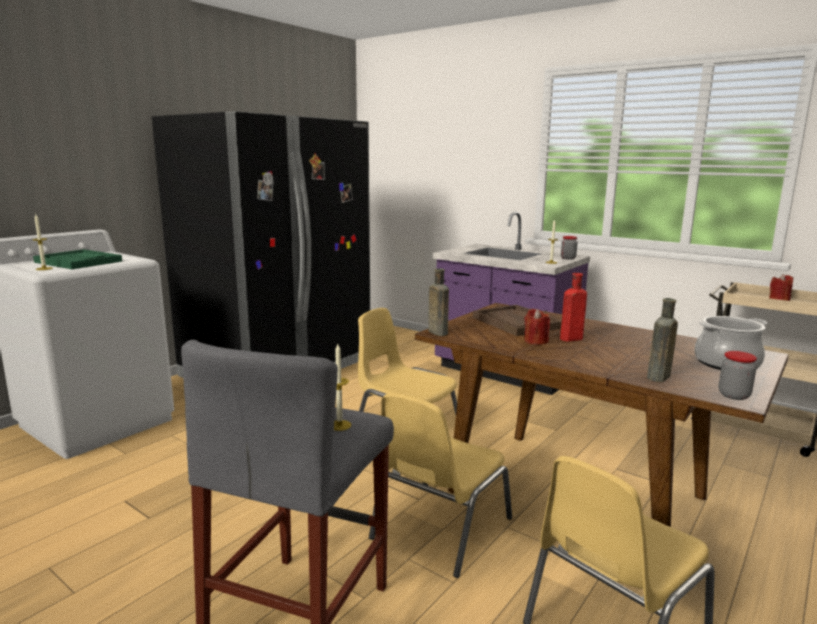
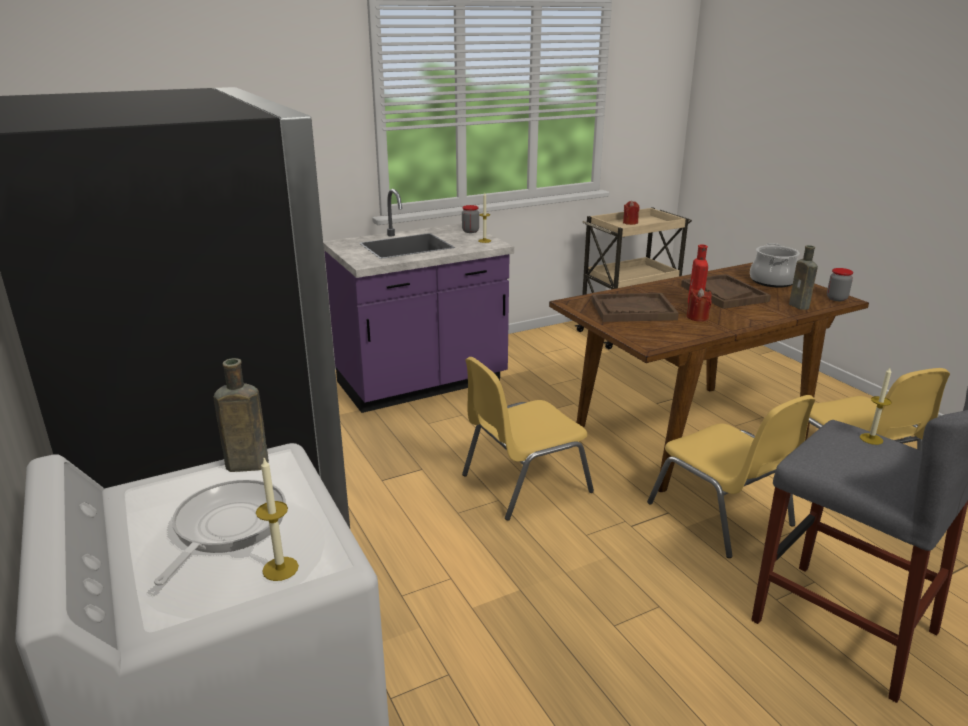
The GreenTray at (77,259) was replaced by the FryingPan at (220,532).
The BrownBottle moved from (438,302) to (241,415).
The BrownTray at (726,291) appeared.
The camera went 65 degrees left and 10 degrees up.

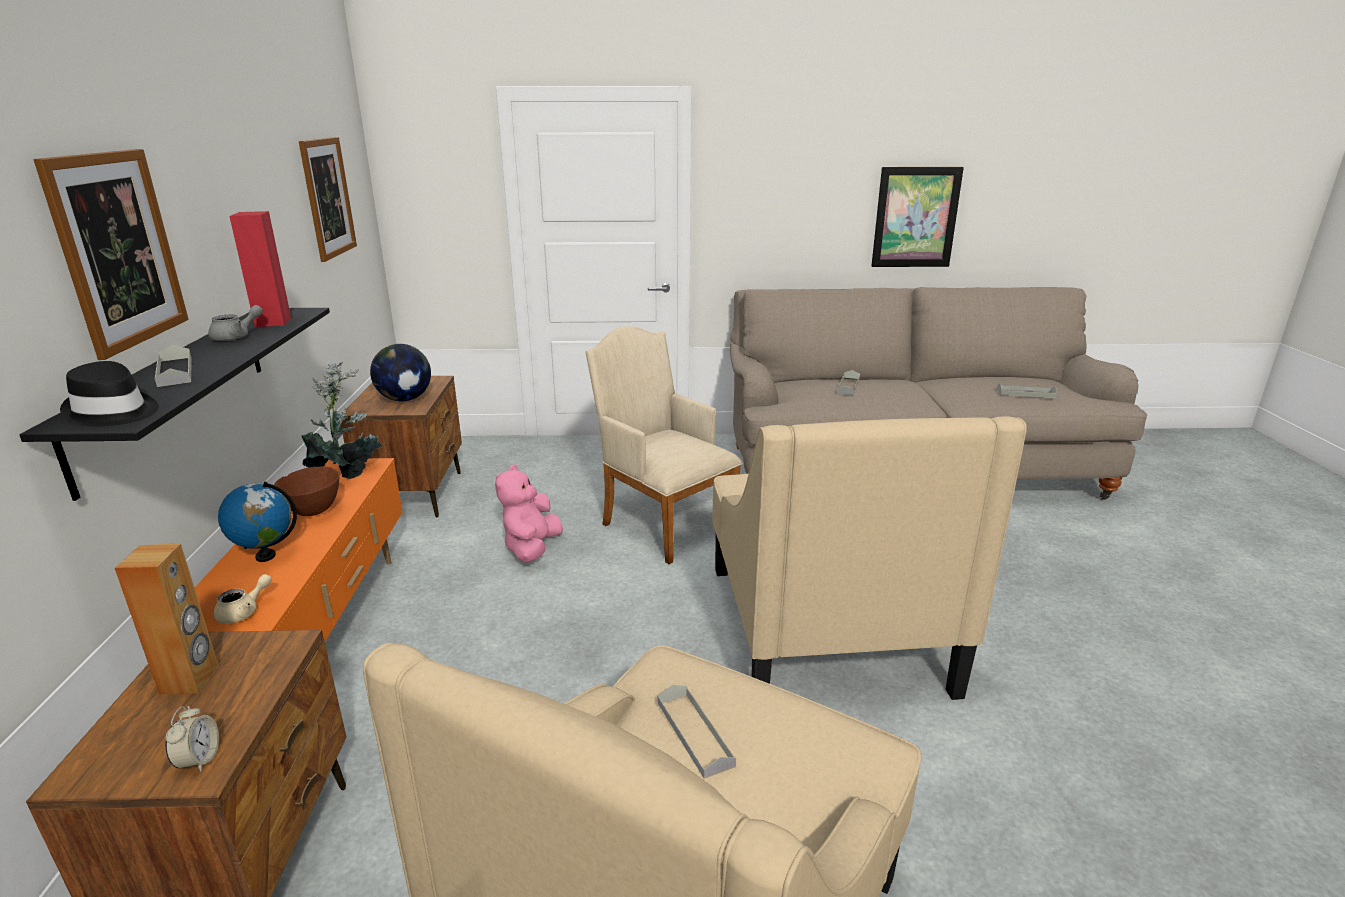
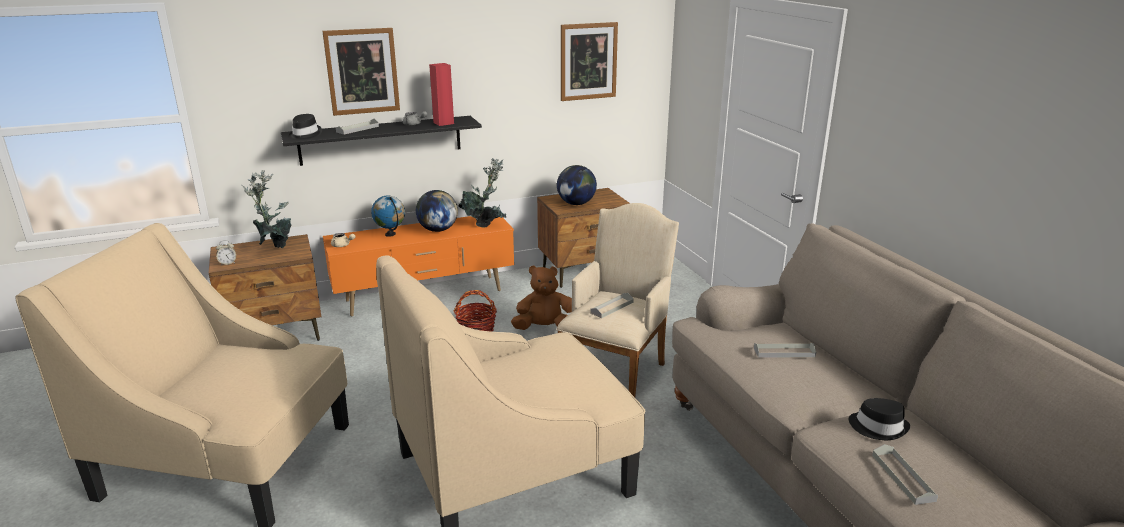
The BrownSpeaker at (166,619) was replaced by the PottedPlant at (266,209).
The BrownBowl at (306,491) was replaced by the Globe at (437,211).
The PinkPlushToy at (529,513) became the BrownPlushToy at (541,297).
The GreyTray moved from (697,732) to (612,305).
The Picture at (917,217) disappeared.
The Basket at (475,311) appeared.
The BlackHat at (879,419) appeared.
The camera went 70 degrees right and 0 degrees up.

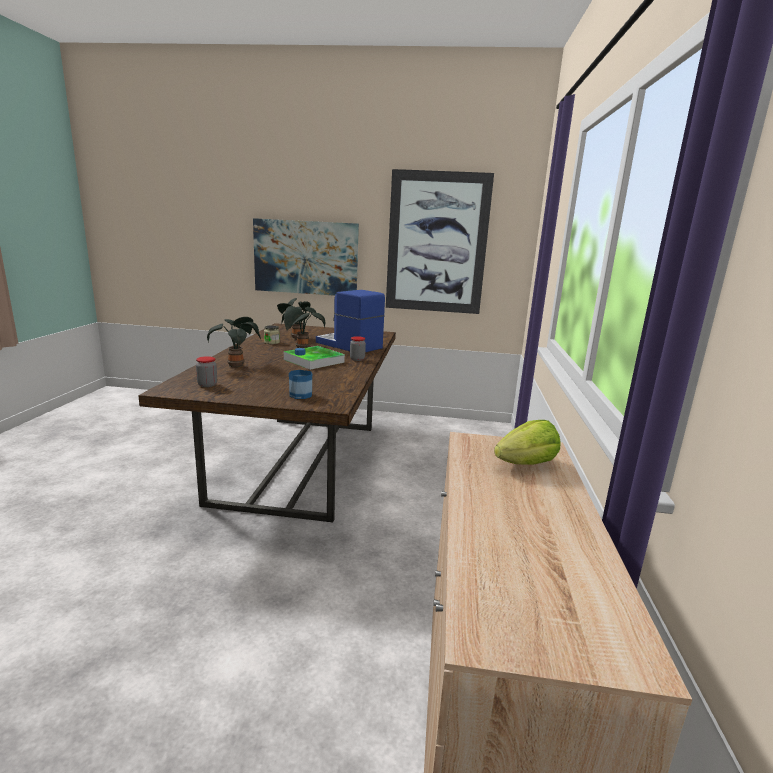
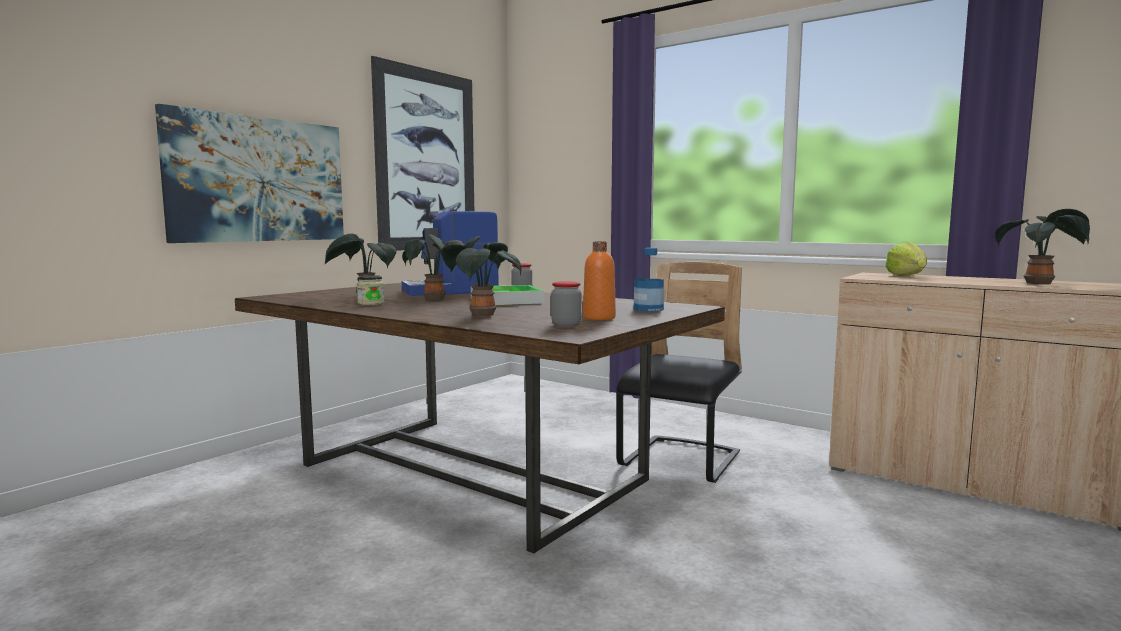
The OrangeBottle at (599,280) appeared.
The BlackChair at (679,372) appeared.
The PottedPlant at (1042,246) appeared.
The camera went 60 degrees left and 10 degrees down.

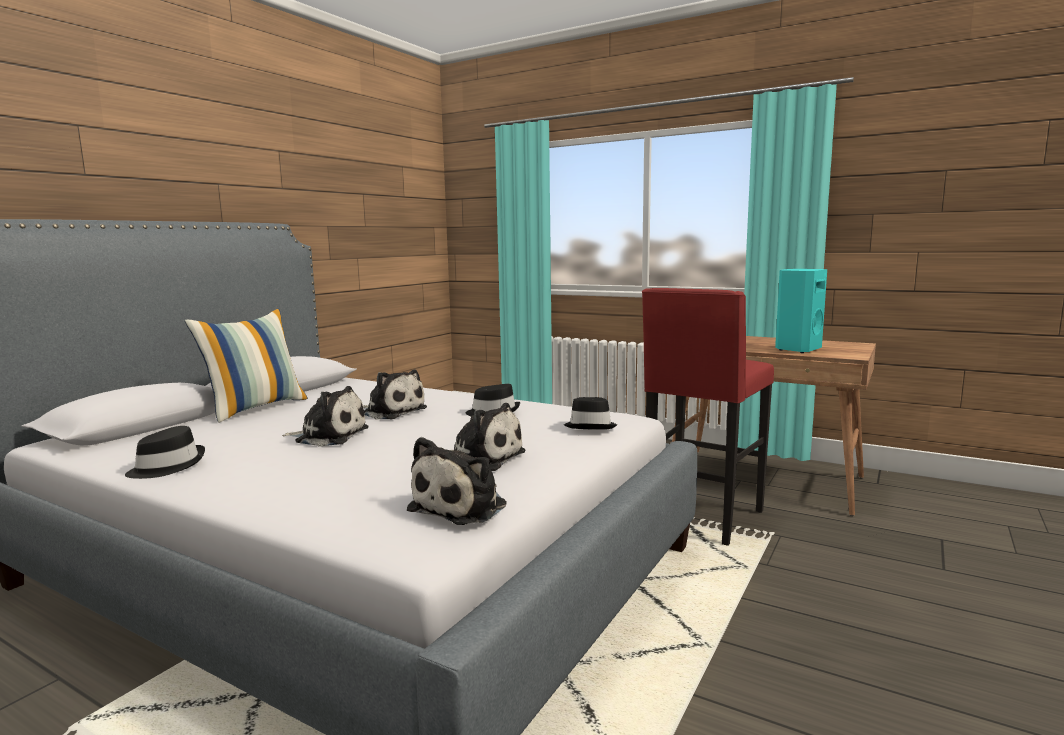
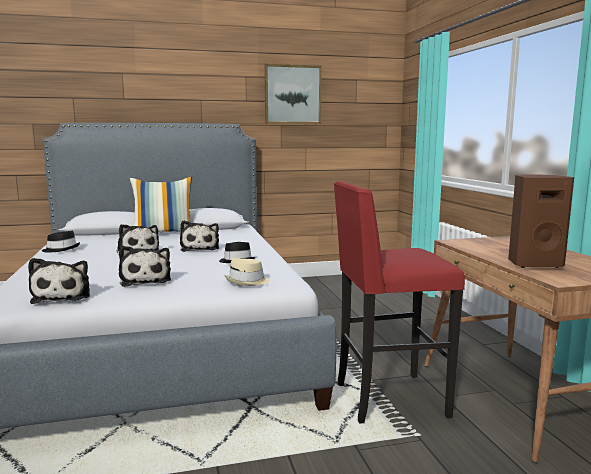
The PlushToy at (457,481) turned 90 degrees counterclockwise.
The BlackHat at (590,413) became the BeigeHat at (247,272).
The TurquoiseSpeaker at (801,311) became the BrownSpeaker at (541,221).
The Picture at (293,94) appeared.
The camera went 45 degrees right and 0 degrees up.

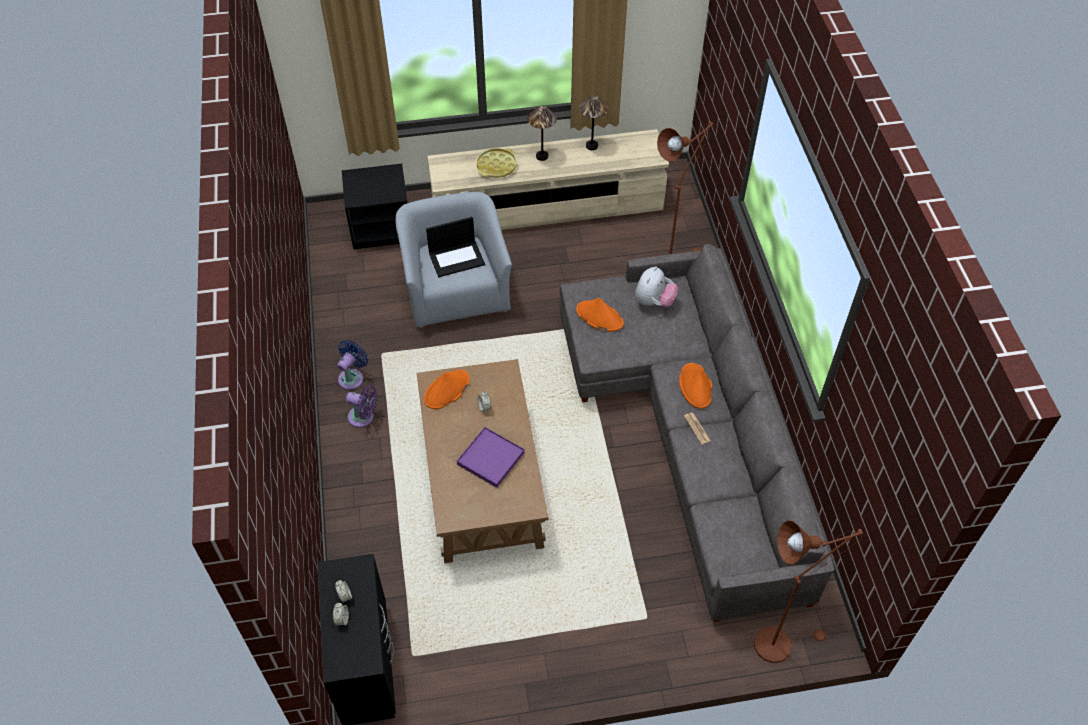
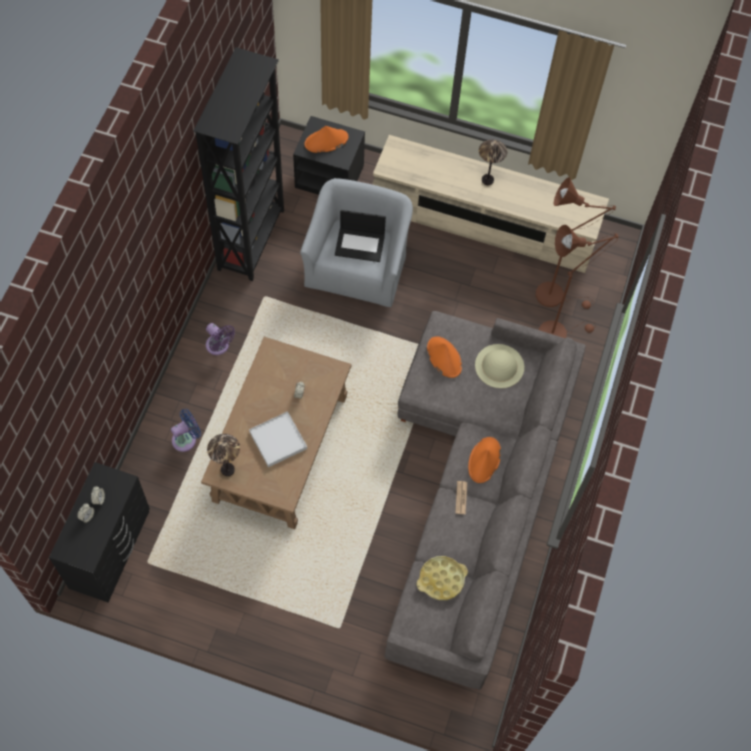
The BlueFan moved from (352,365) to (186,430).
The OrangeHat moved from (447,389) to (326,139).
The PurpleTray at (490,457) became the WhiteTray at (278,439).
The YellowTray moved from (497,163) to (442,578).
The TableLamp moved from (593,122) to (223,455).
The PlushToy at (656,287) was replaced by the BeigeHat at (499,366).
The BrownFloorLamp moved from (808,592) to (576,243).
The BlackBookcase at (238,164) appeared.
The camera went 25 degrees right and 10 degrees up.

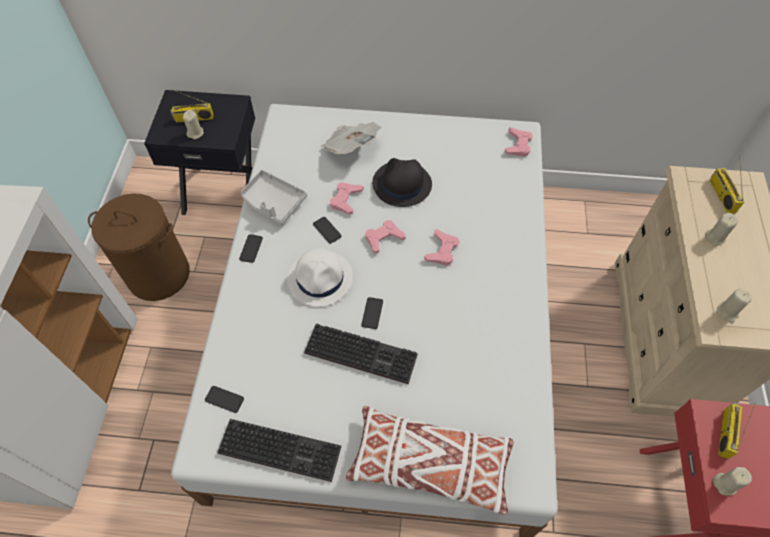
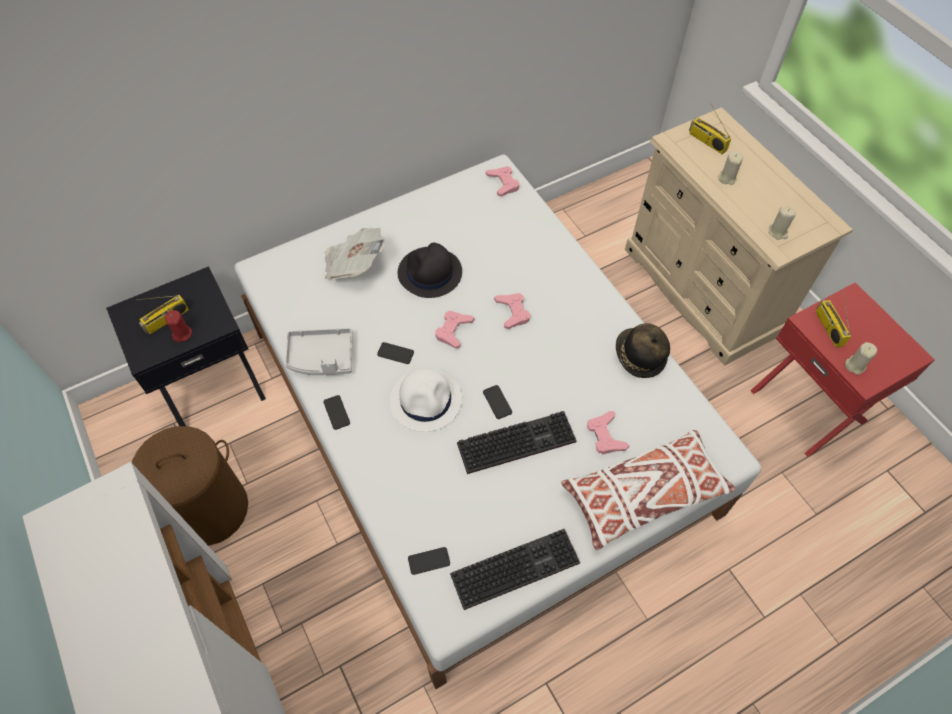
The BeigeCandle at (193,124) became the RedCandle at (178,326).
The PinkGameController moved from (347,198) to (608,433).
The Hat at (643,350) appeared.
The camera went 35 degrees left and 0 degrees up.

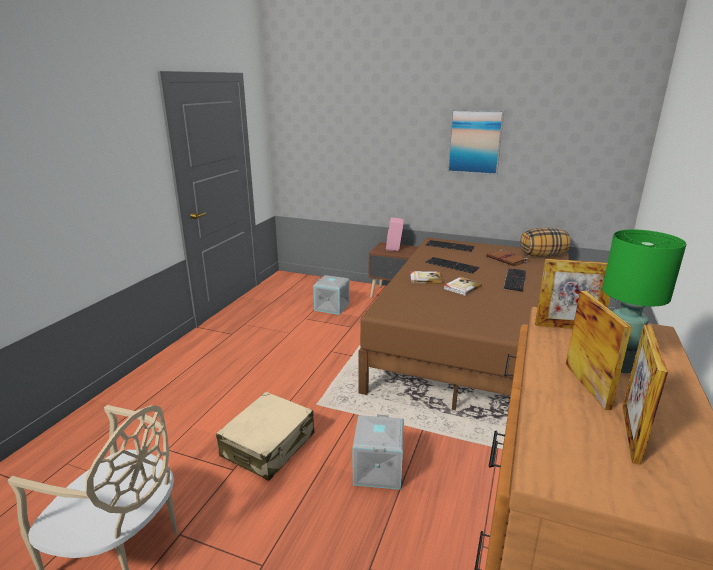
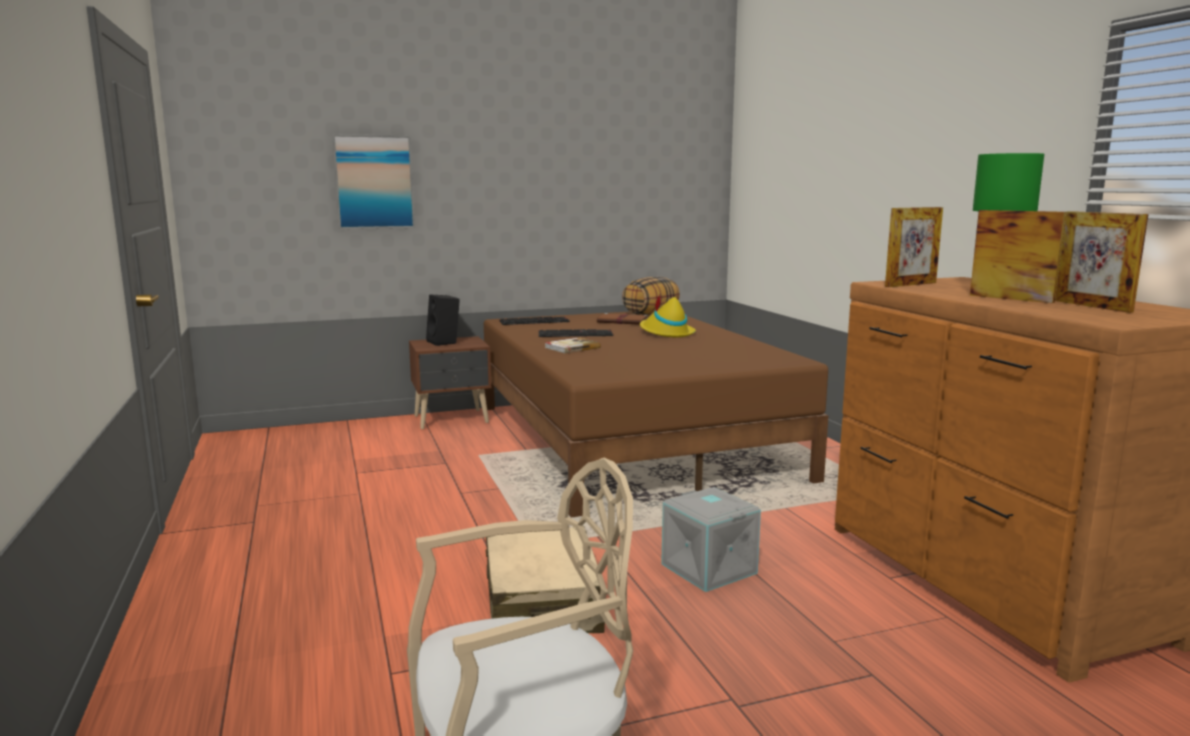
The GreyStorageBox at (331,295) disappeared.
The PinkSpeaker at (395,234) became the BlackSpeaker at (443,320).
The Book at (463,286) disappeared.
The Picture moved from (475,142) to (373,181).
The Keyboard at (515,280) was replaced by the YellowHat at (668,315).
The camera went 40 degrees left and 10 degrees down.

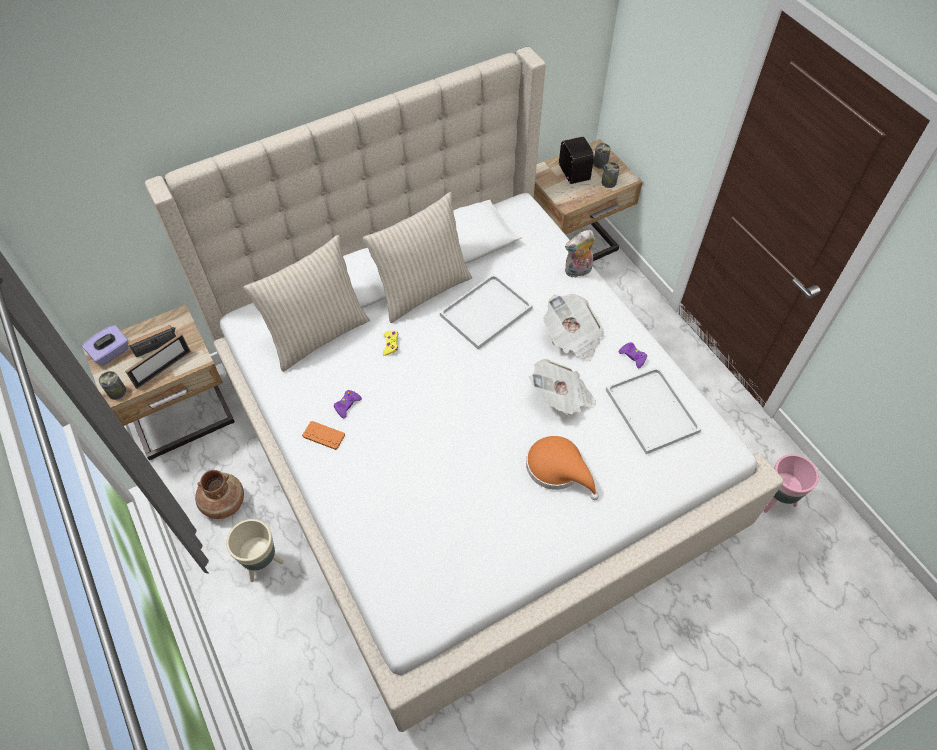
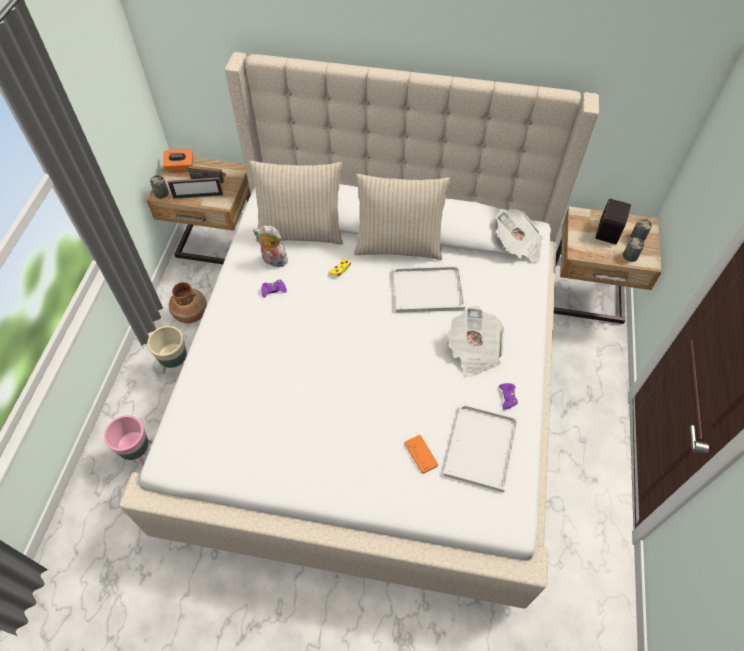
The PurpleTissueBox at (105,345) became the OrangeTissueBox at (178,161).
The OrangeGameController moved from (323,435) to (421,454).
The OrangeHat at (562,467) disappeared.
The Newspaper moved from (563,387) to (520,235).
The PlushToy moved from (580,254) to (270,246).
The PinkPlanter moved from (791,483) to (128,441).
The camera went 40 degrees right and 0 degrees up.

